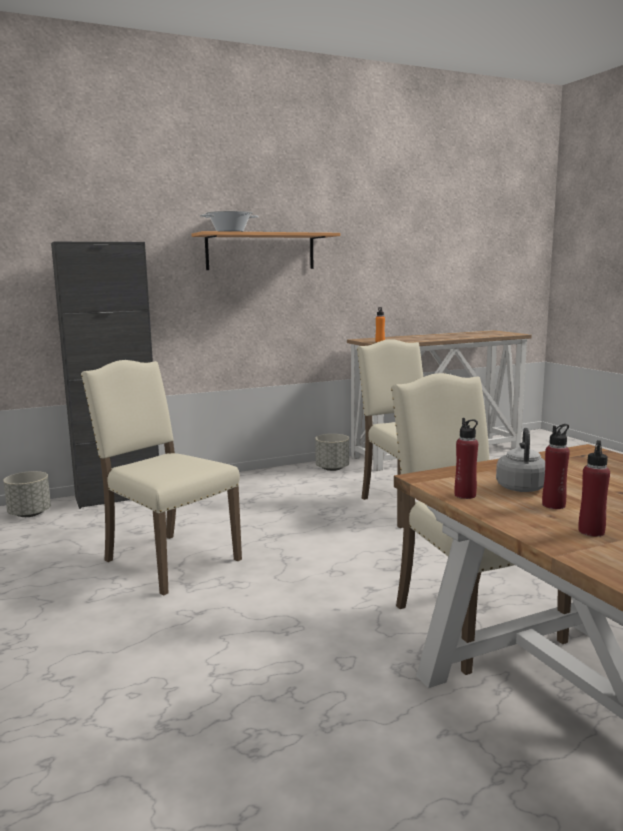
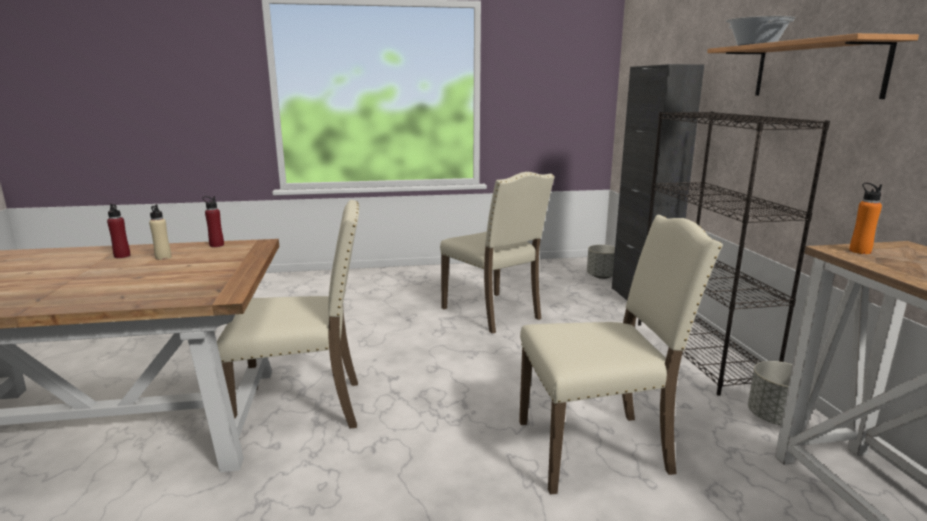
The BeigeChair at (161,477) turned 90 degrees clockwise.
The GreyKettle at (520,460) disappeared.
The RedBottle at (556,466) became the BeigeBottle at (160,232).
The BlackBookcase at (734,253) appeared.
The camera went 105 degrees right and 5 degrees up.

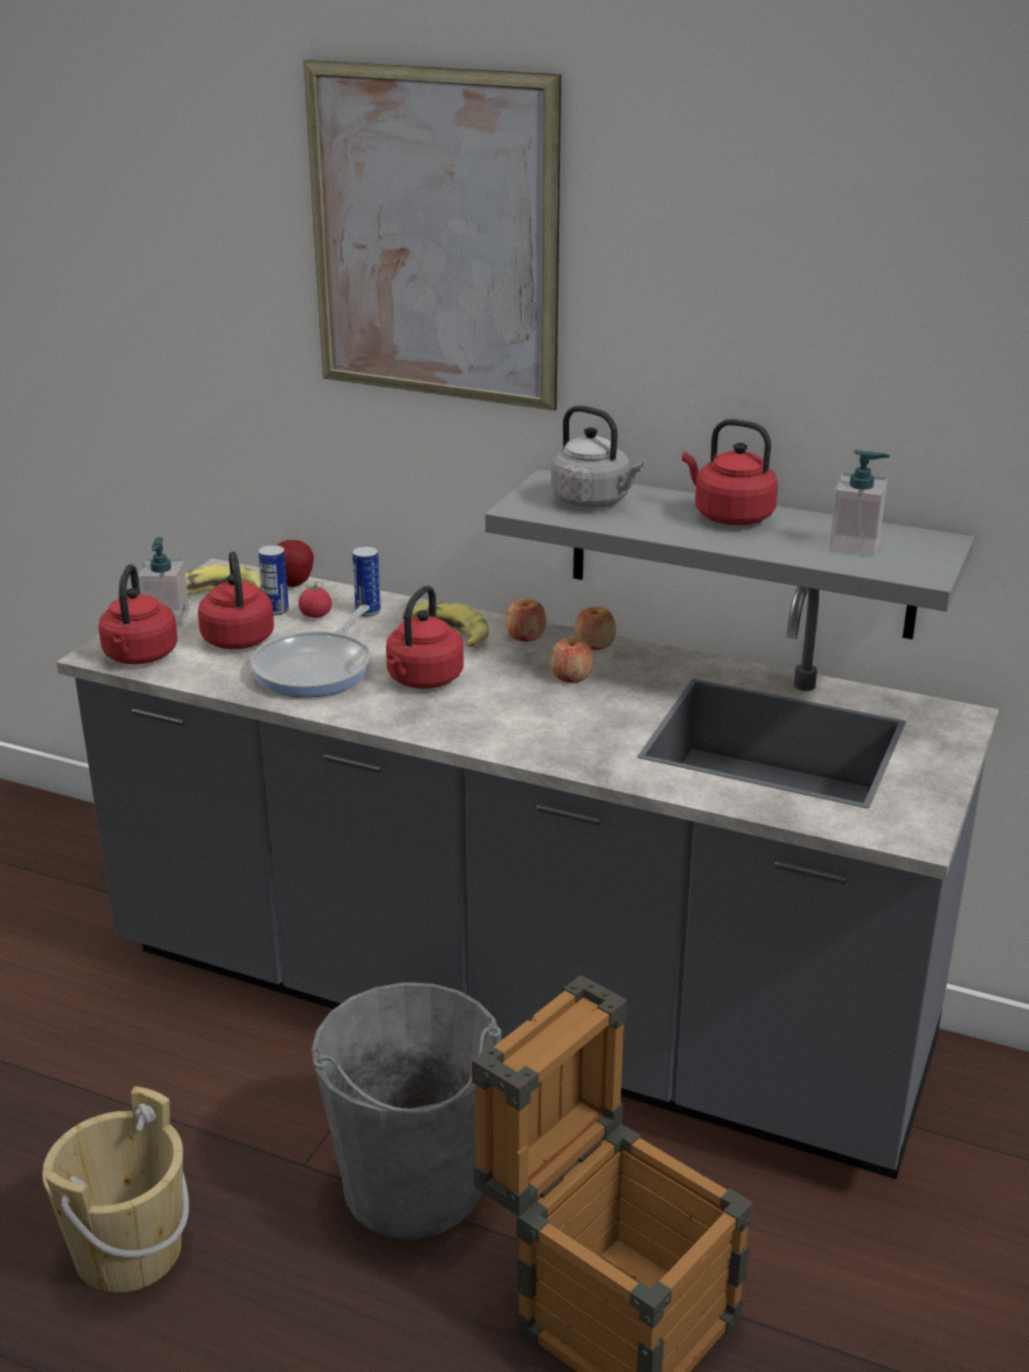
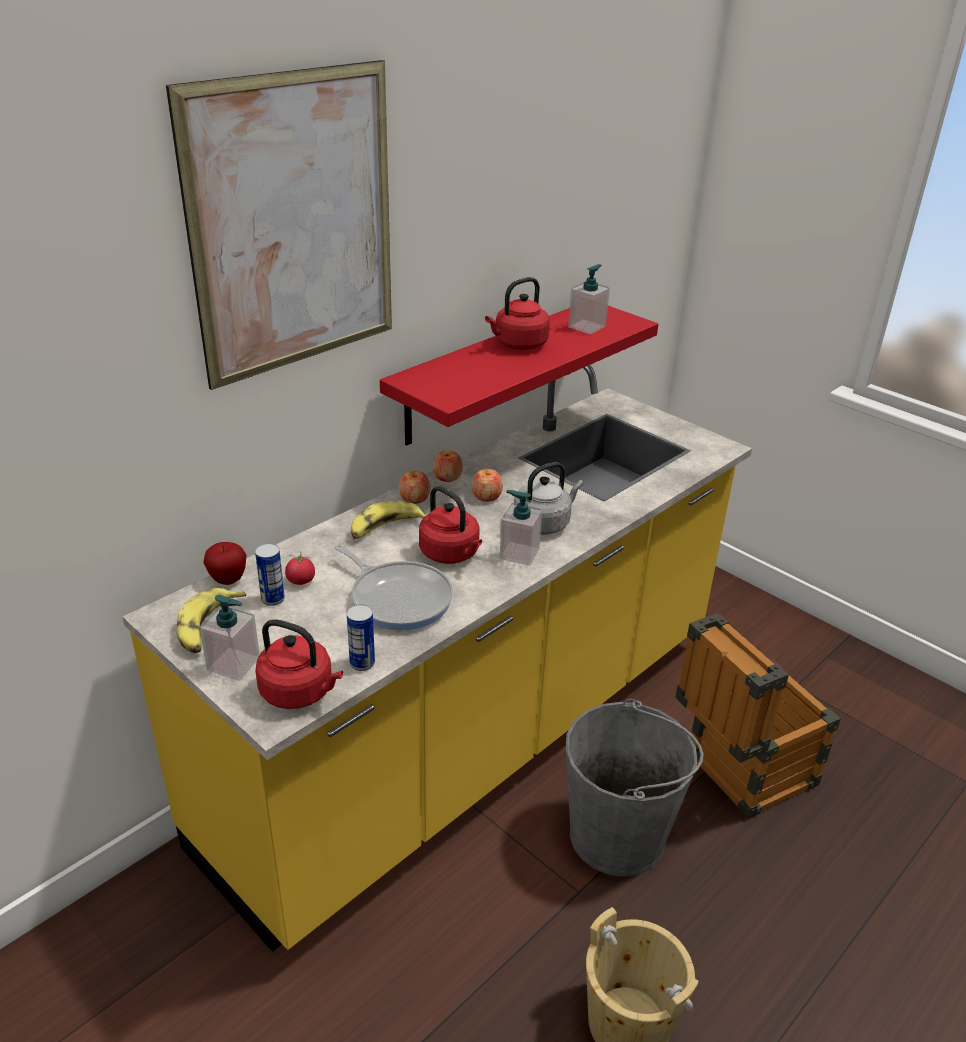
The GreyCounter at (527,869) became the YellowCounter at (437,658).
The RedKettle at (236,600) disappeared.
The Can moved from (366,581) to (361,637).
The GreyShelf at (729,554) became the RedShelf at (519,375).
The GreyKettle moved from (597,456) to (548,498).
The SoapDispenser at (521,528) appeared.
The camera went 70 degrees left and 5 degrees up.

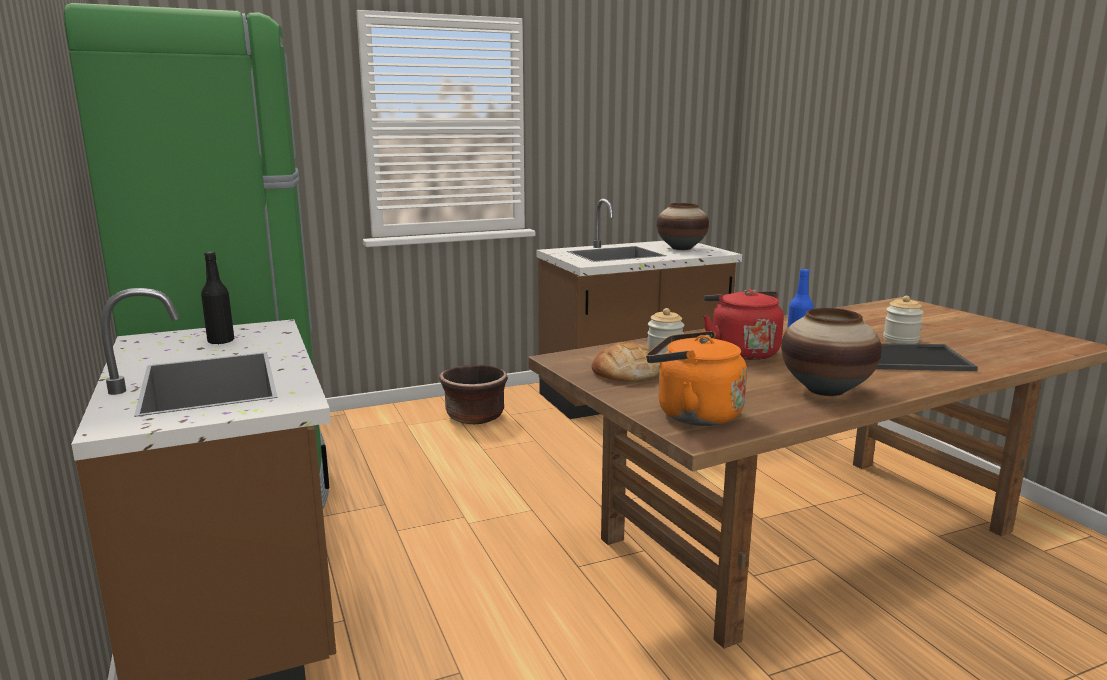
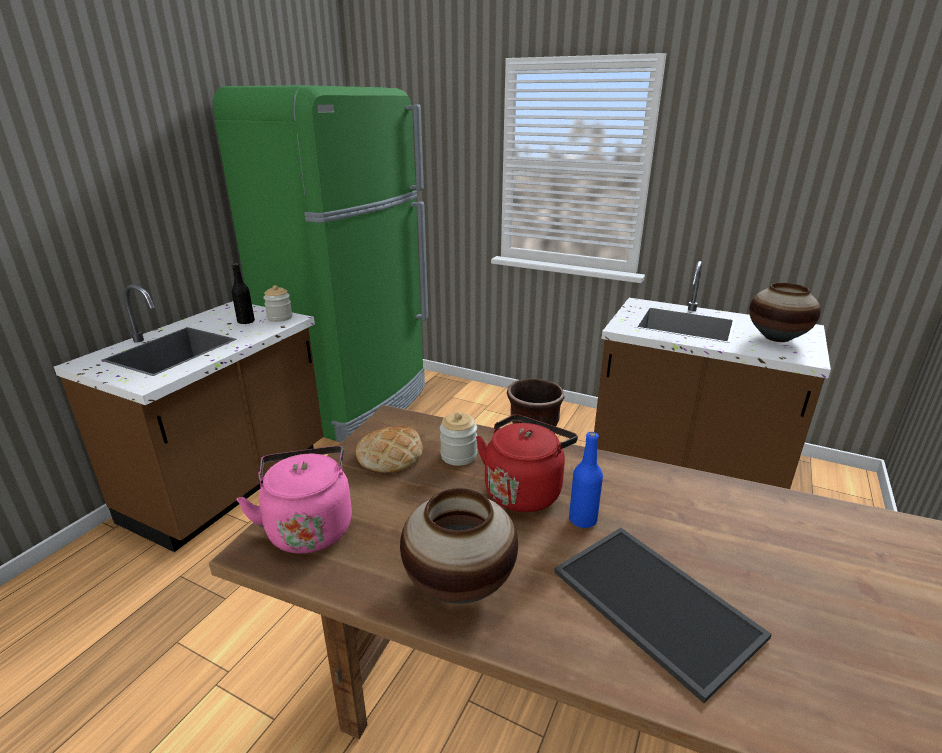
The OrangeKettle at (696,378) became the PinkKettle at (294,500).
The Jar moved from (903,320) to (278,303).
The camera went 50 degrees right and 10 degrees up.

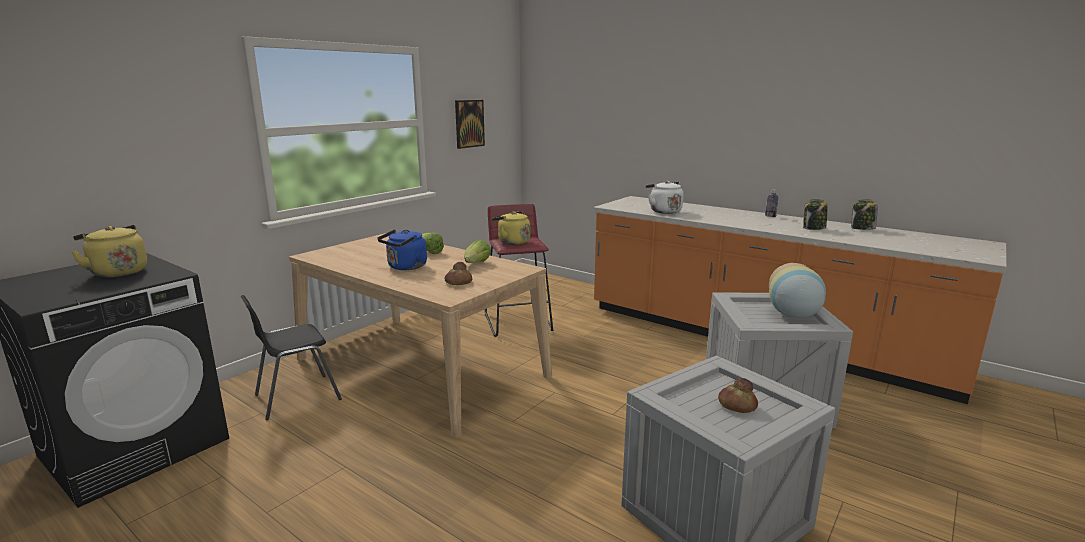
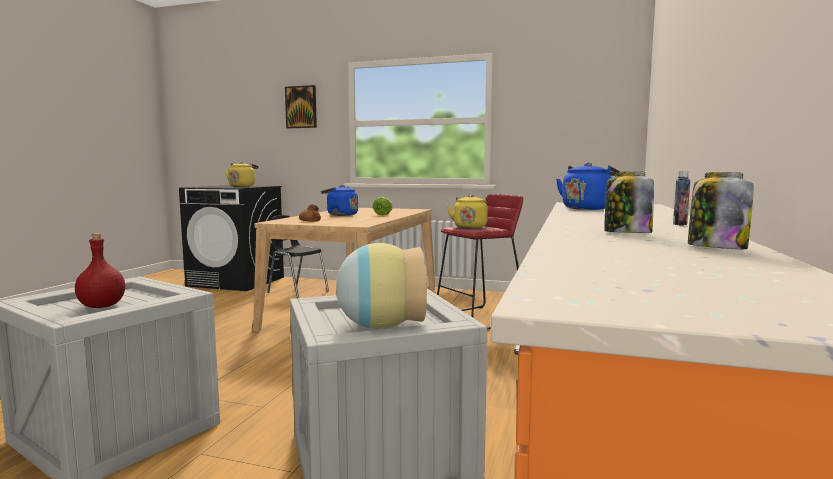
The Picture moved from (470,124) to (301,106).
The Lettuce at (477,251) disappeared.
The WhiteKettle at (664,197) became the BlueKettle at (588,186).
The Bread at (738,395) was replaced by the RedBottle at (100,270).
The camera went 70 degrees right and 10 degrees down.

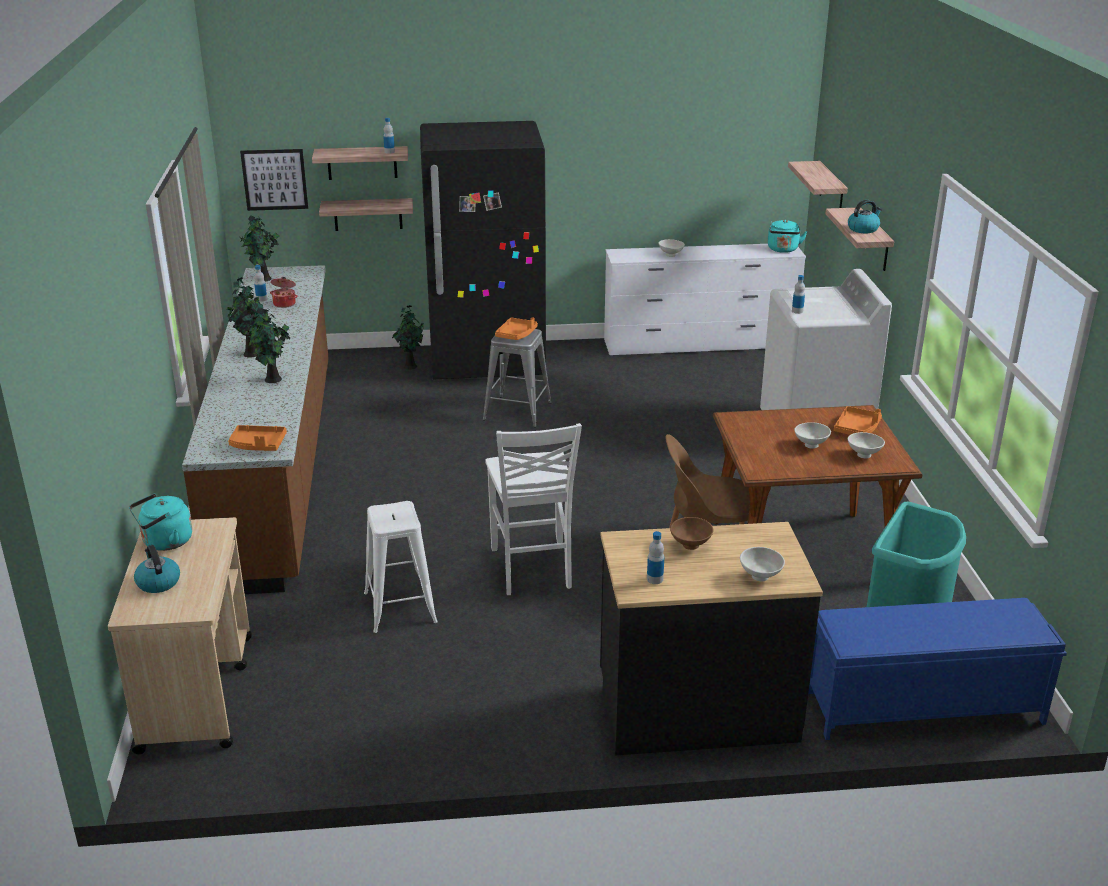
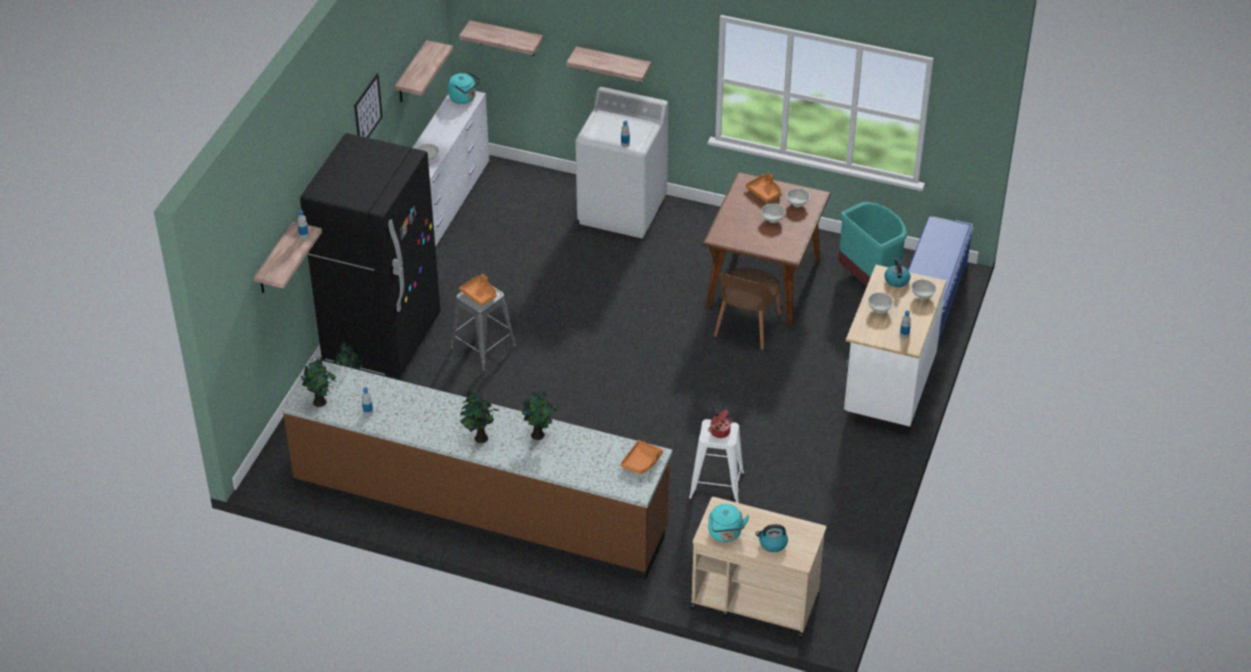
The Picture moved from (274,180) to (368,105).
The CookingPot moved from (283,292) to (720,424).
The Shelf moved from (366,214) to (424,71).
The WhiteChair at (533,509) disappeared.
The BlackCounter at (711,638) became the WhiteCounter at (895,350).
The BrownBowl at (691,533) became the WhiteBowl at (880,302).
The Kettle moved from (865,216) to (897,273).
The camera went 65 degrees left and 15 degrees up.

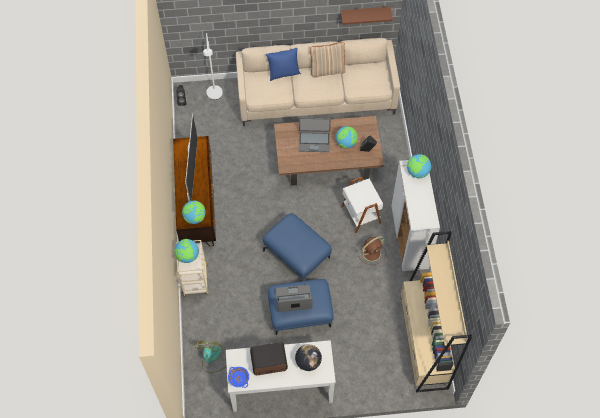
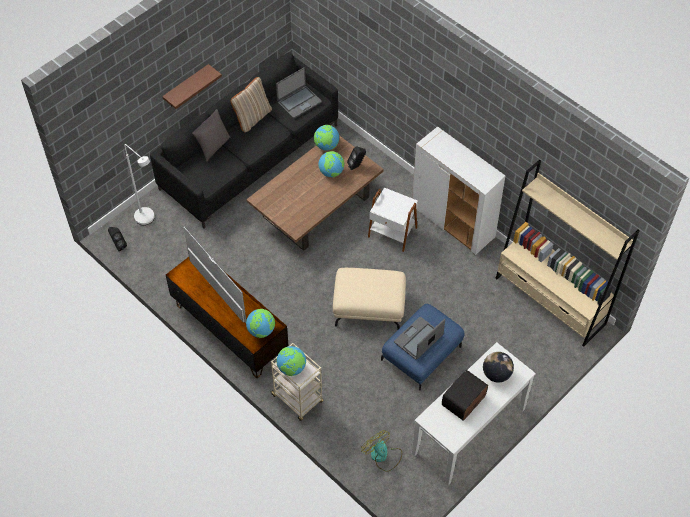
The BlueBowl at (238,377) disappeared.
The BeigeSofa at (318,82) became the BlackSofa at (244,140).
The BlueOttoman at (297,247) became the BeigeOttoman at (369,298).
The BluePillow at (283,64) became the GreyPillow at (211,135).
The Laptop moved from (314,135) to (299,92).
The BrownShelf moved from (367,16) to (192,86).
The BrownFan at (372,250) disappeared.
The Globe moved from (419,166) to (326,138).
The camera went 40 degrees left and 5 degrees down.

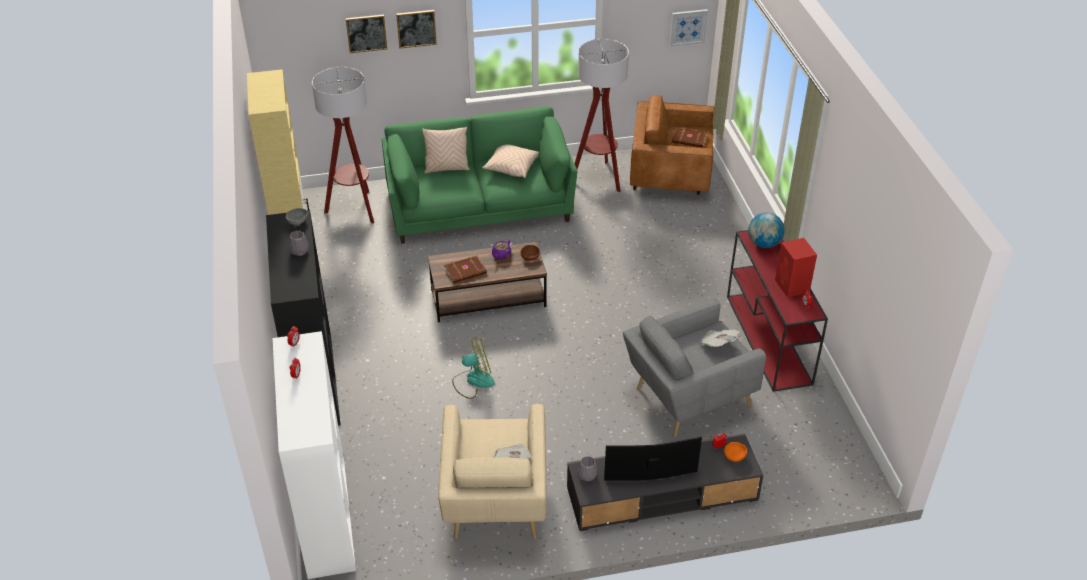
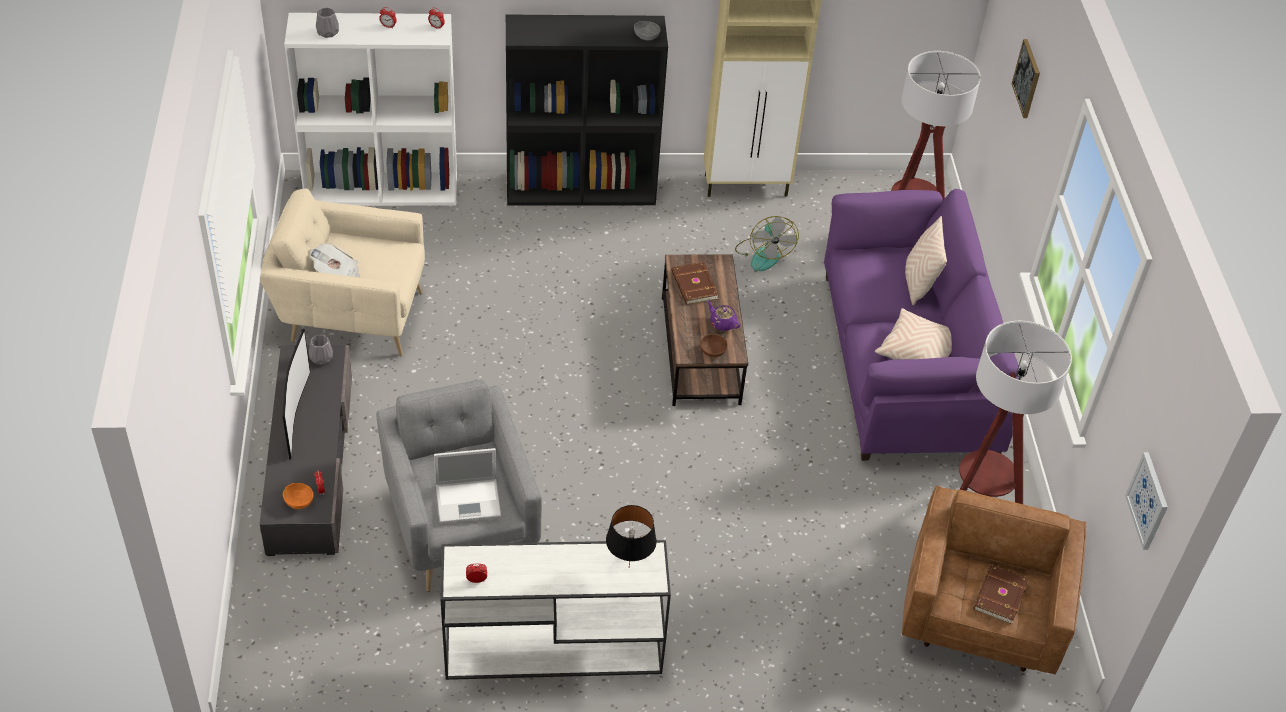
The GreyVase moved from (299,243) to (327,23).
The GreenSofa at (479,175) became the PurpleSofa at (921,325).
The Picture at (416,29) disappeared.
The Fan moved from (473,368) to (767,243).
The Newspaper at (719,338) was replaced by the Laptop at (467,485).
The RedConsoleTable at (777,311) became the WhiteConsoleTable at (556,610).
The Globe at (766,230) was replaced by the BlackTableLamp at (631,536).
The RedSpeaker at (796,268) disappeared.
The camera went 95 degrees right and 5 degrees up.

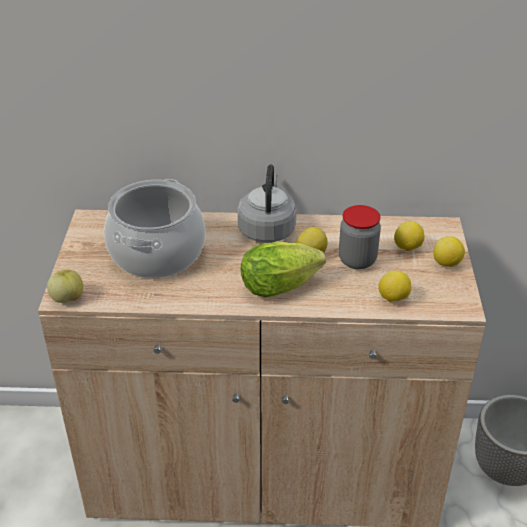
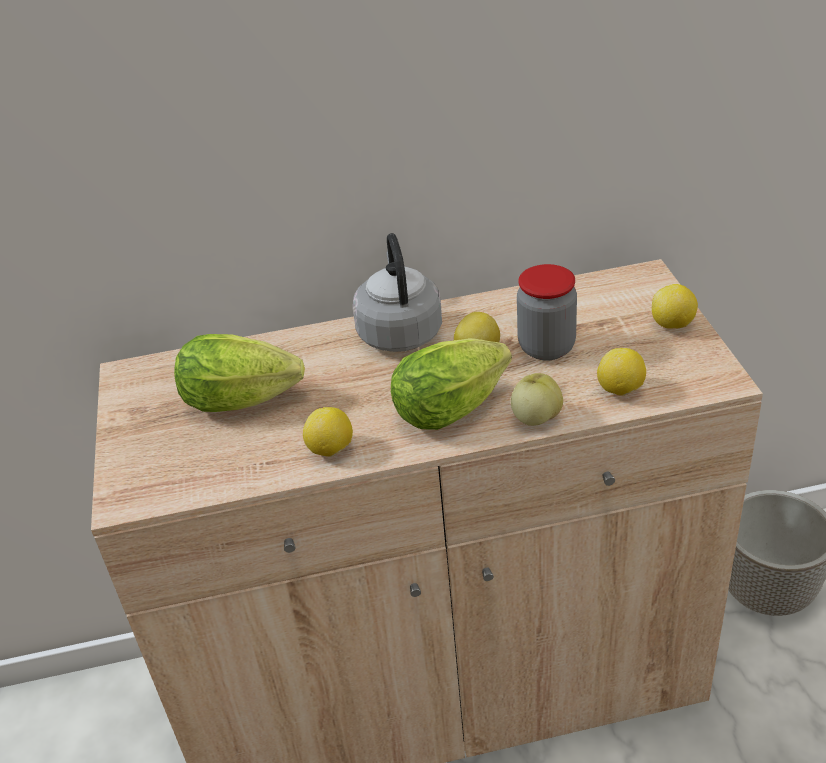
The Apple moved from (65,286) to (537,399).
The CookingPot at (154,228) was replaced by the Lettuce at (239,373).
The Lemon moved from (409,236) to (328,432).
The camera went 10 degrees left and 0 degrees up.

